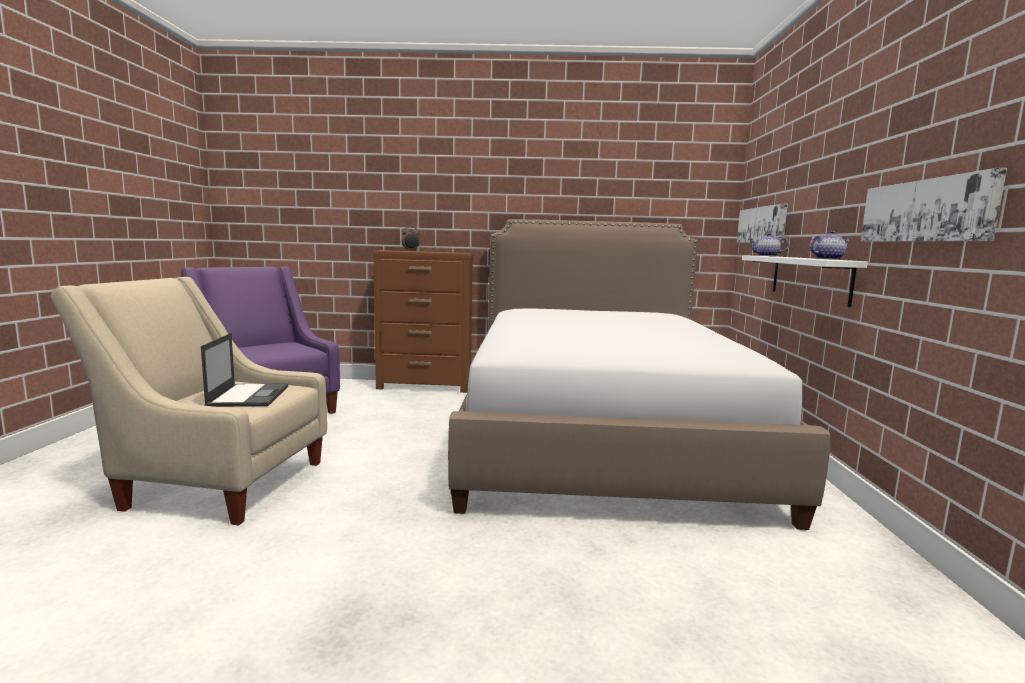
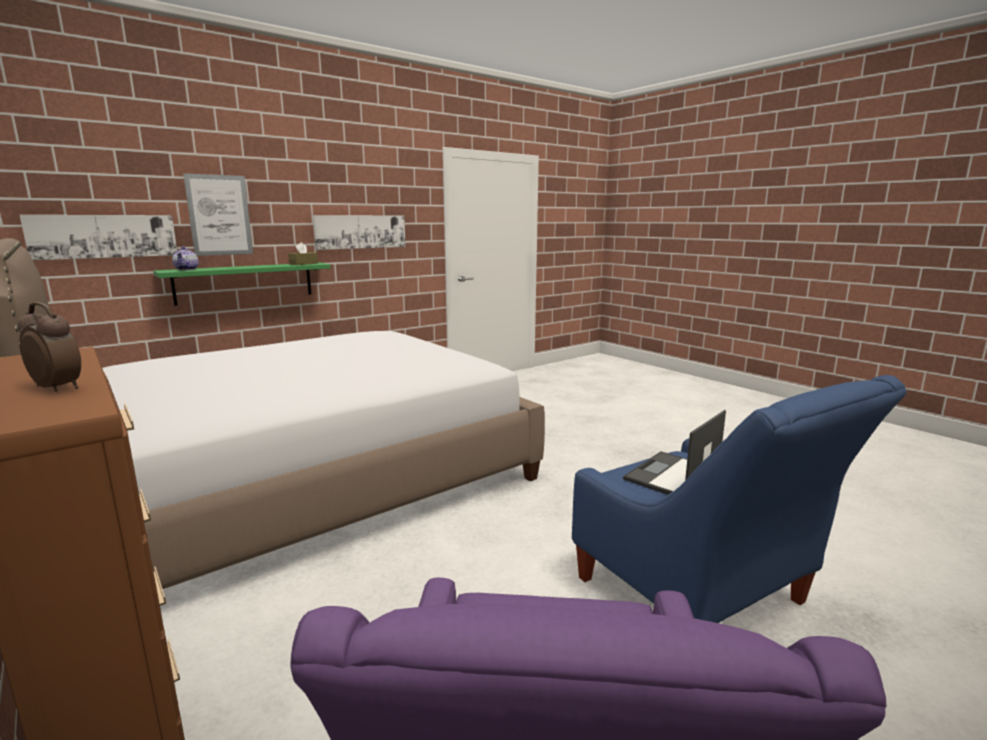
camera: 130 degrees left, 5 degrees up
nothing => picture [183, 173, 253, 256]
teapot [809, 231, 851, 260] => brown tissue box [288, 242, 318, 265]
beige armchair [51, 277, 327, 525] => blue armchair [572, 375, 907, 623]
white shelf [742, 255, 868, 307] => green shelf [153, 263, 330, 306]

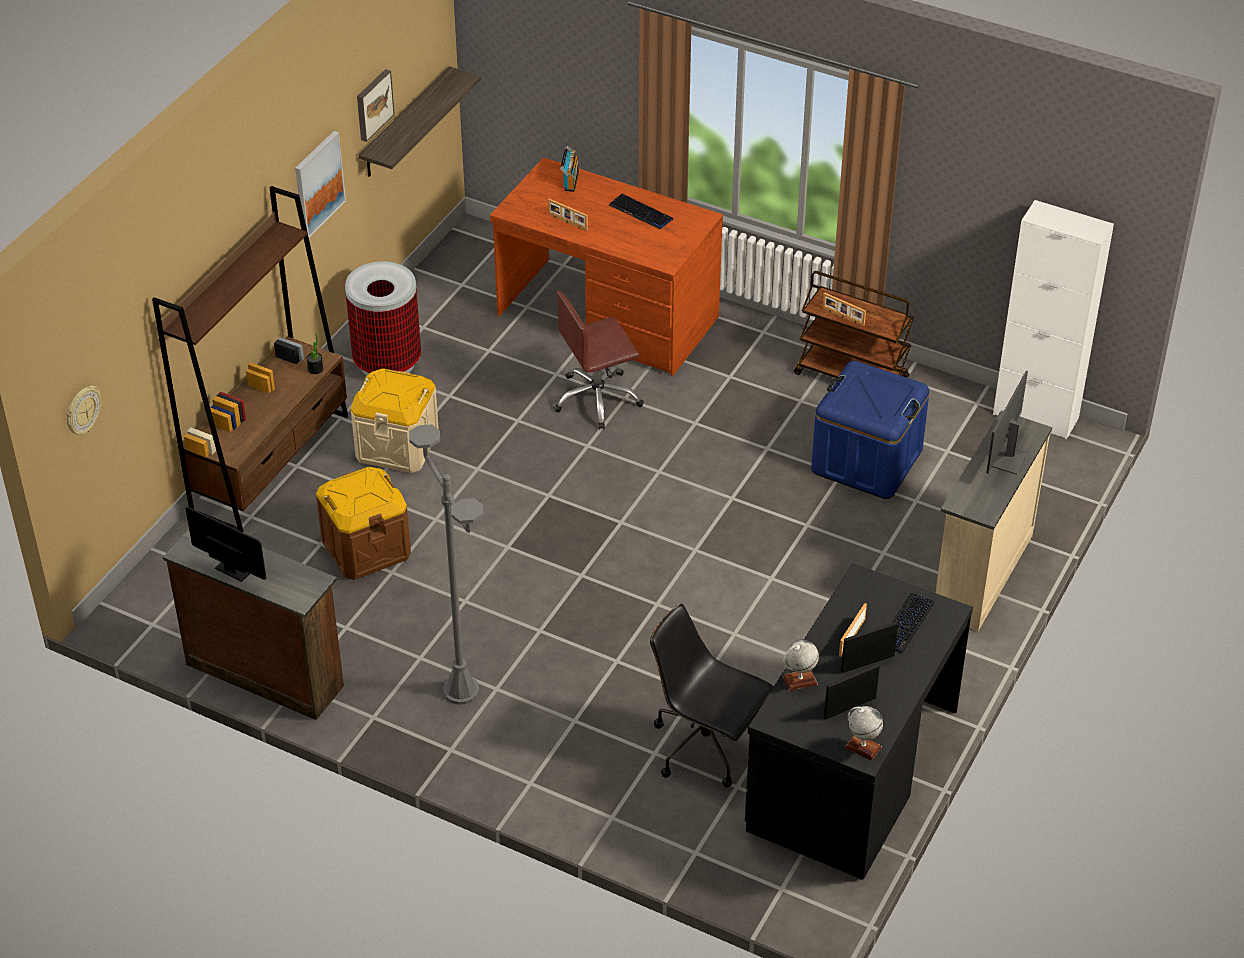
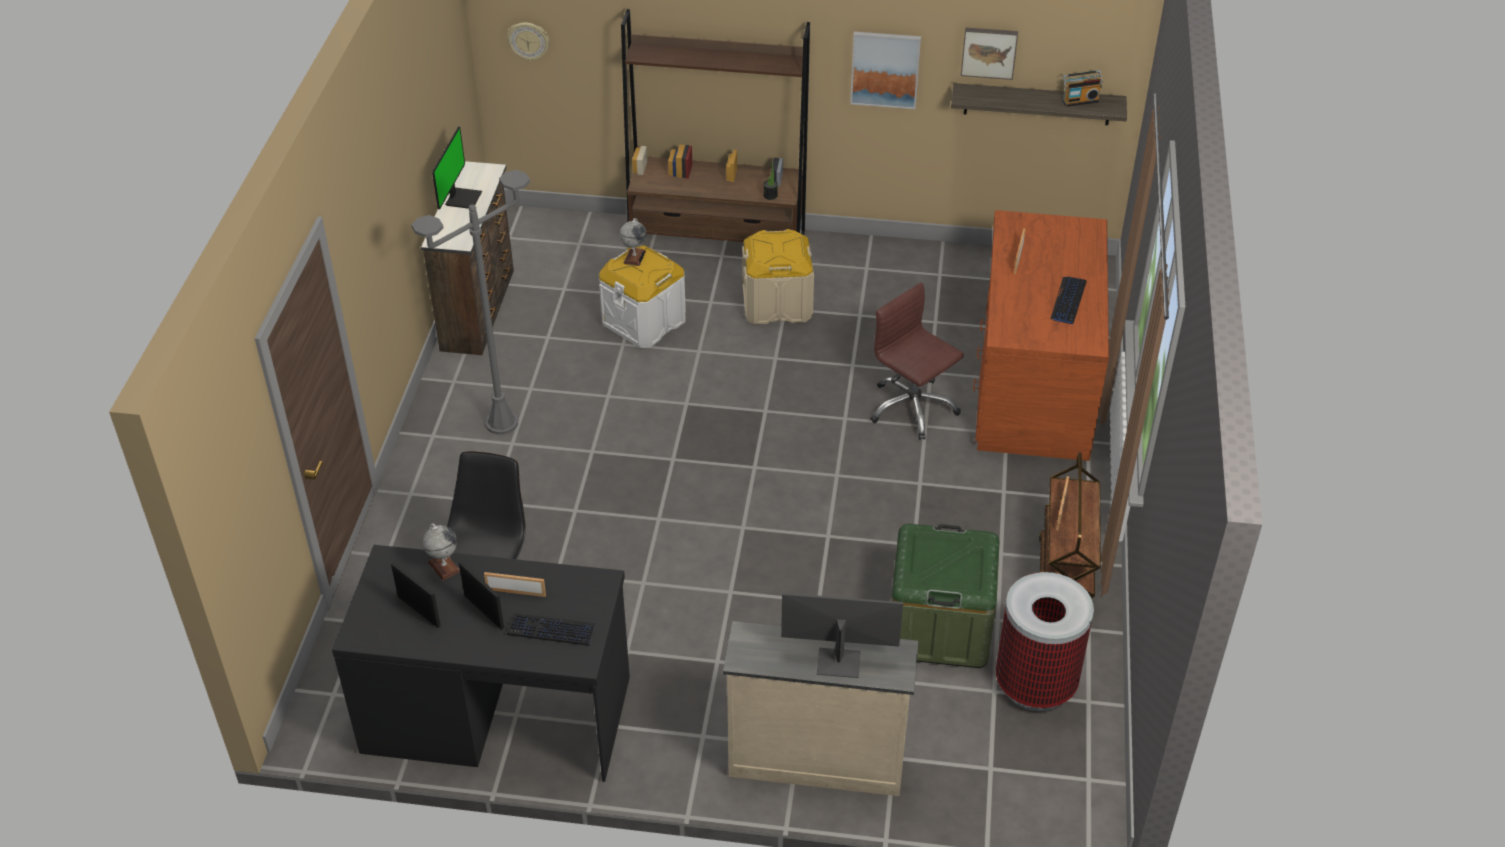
camera: 70 degrees right, 0 degrees up
white cabinet [993, 200, 1114, 439] => nothing
trash can [345, 261, 421, 375] => trash can [996, 572, 1094, 711], move
radio [560, 146, 579, 192] => radio [1063, 70, 1103, 107], move
globe [845, 706, 883, 761] => globe [620, 218, 647, 266], move
brown storage box [316, 467, 411, 580] => white storage box [599, 246, 686, 348]
blue storage box [811, 361, 929, 499] => green storage box [891, 524, 999, 668]

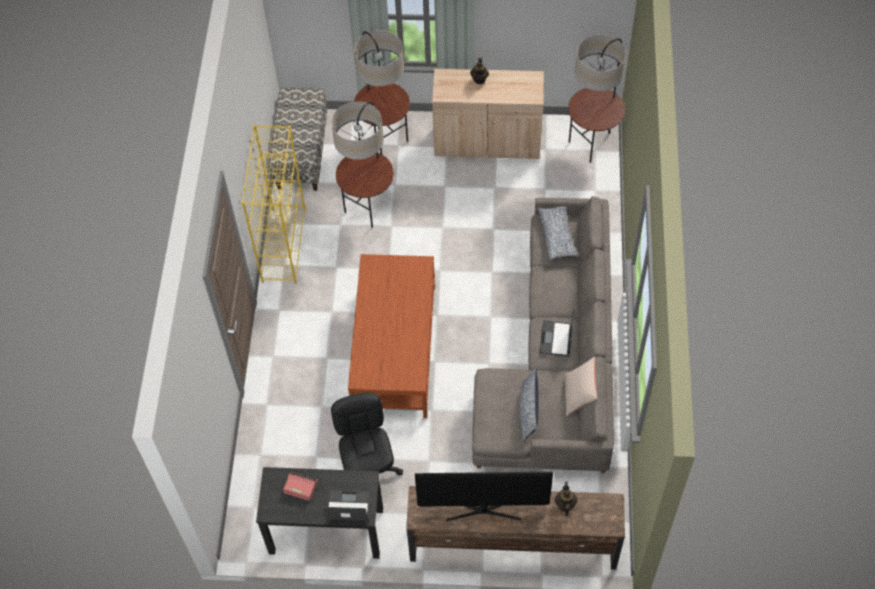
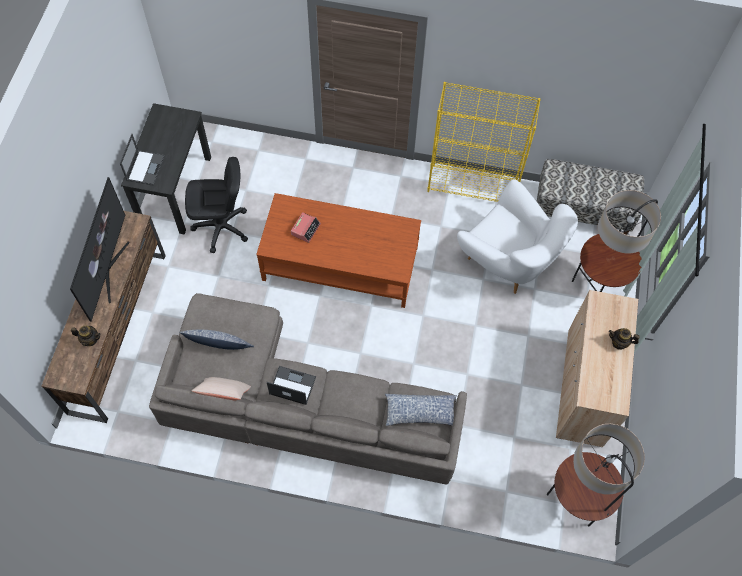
camera: 95 degrees right, 5 degrees up
alarm clock [283, 472, 318, 501] => alarm clock [291, 212, 321, 243], move
floor lamp [332, 101, 394, 228] => white armchair [457, 179, 578, 294]

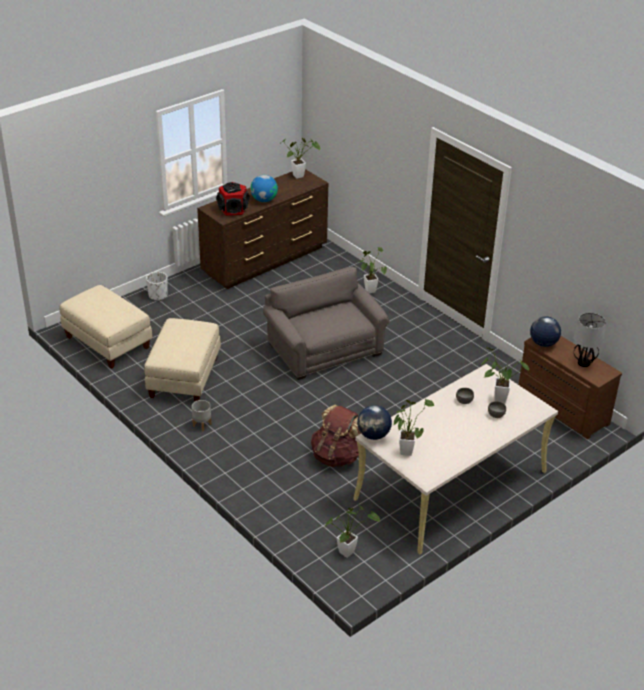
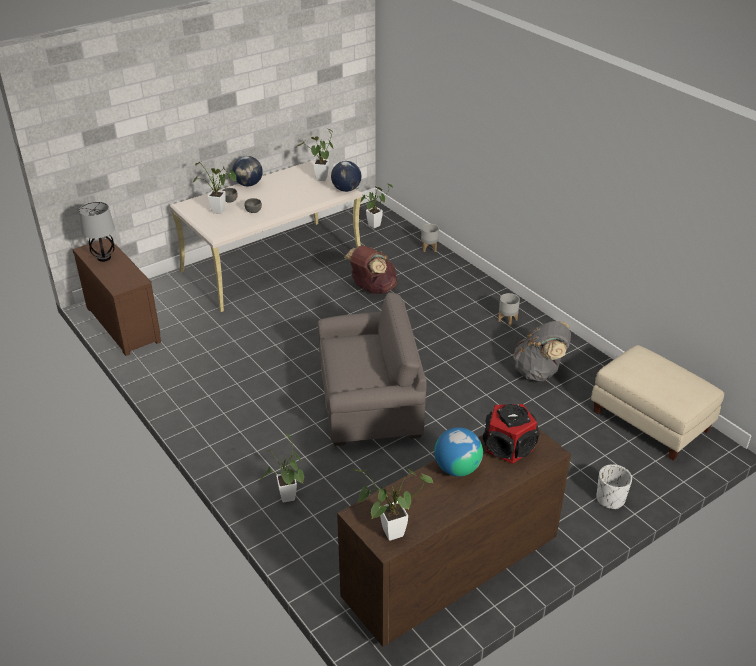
camera: 175 degrees left, 0 degrees up
nothing => grey planter [421, 224, 439, 252]
globe [530, 316, 561, 347] => globe [232, 156, 263, 186], move
beige ottoman [144, 318, 221, 401] => grey backpack [514, 321, 571, 381]
grey armchair [263, 267, 389, 380] => grey armchair [318, 292, 427, 446], 75 degrees counterclockwise

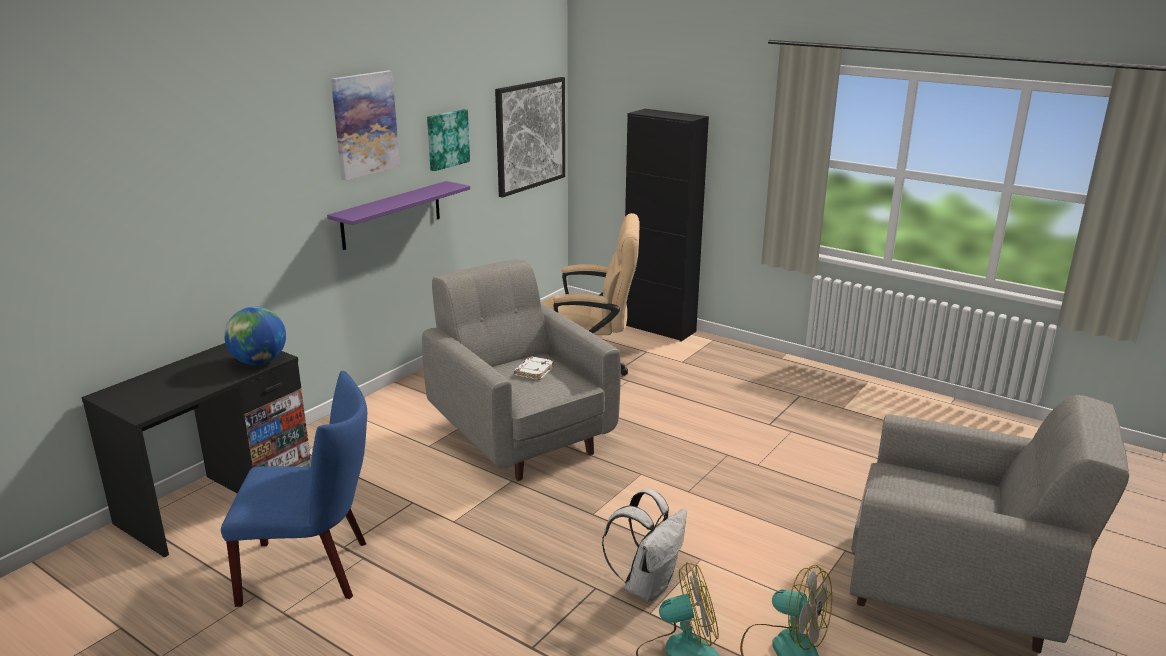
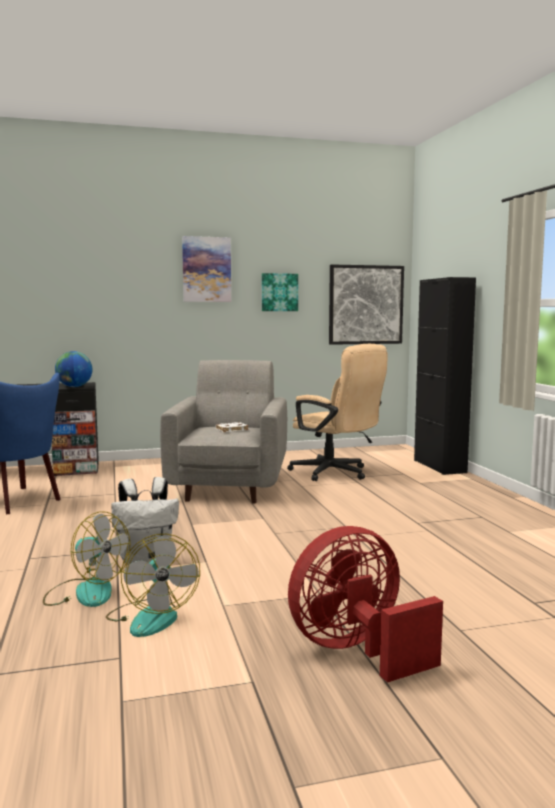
camera: 40 degrees right, 15 degrees down
purple shelf [327, 181, 470, 250] => nothing
grey armchair [850, 395, 1129, 653] => red fan [288, 526, 443, 683]

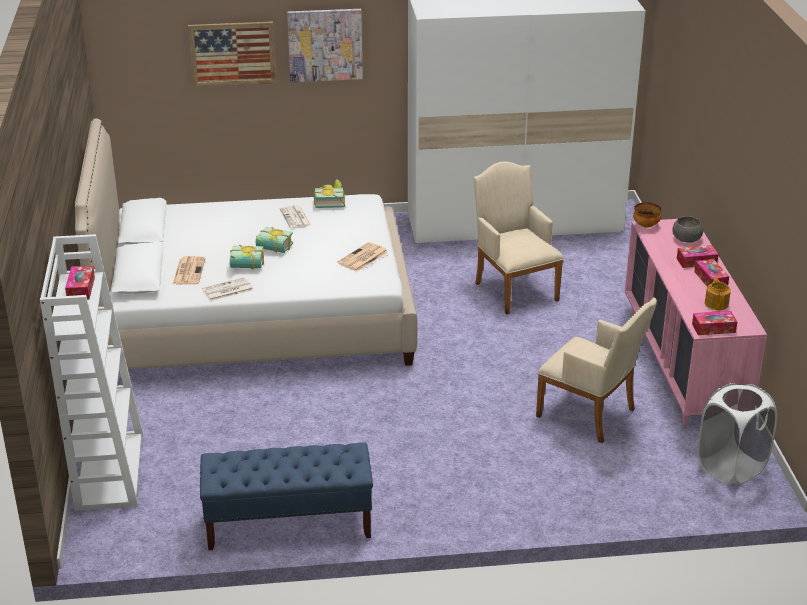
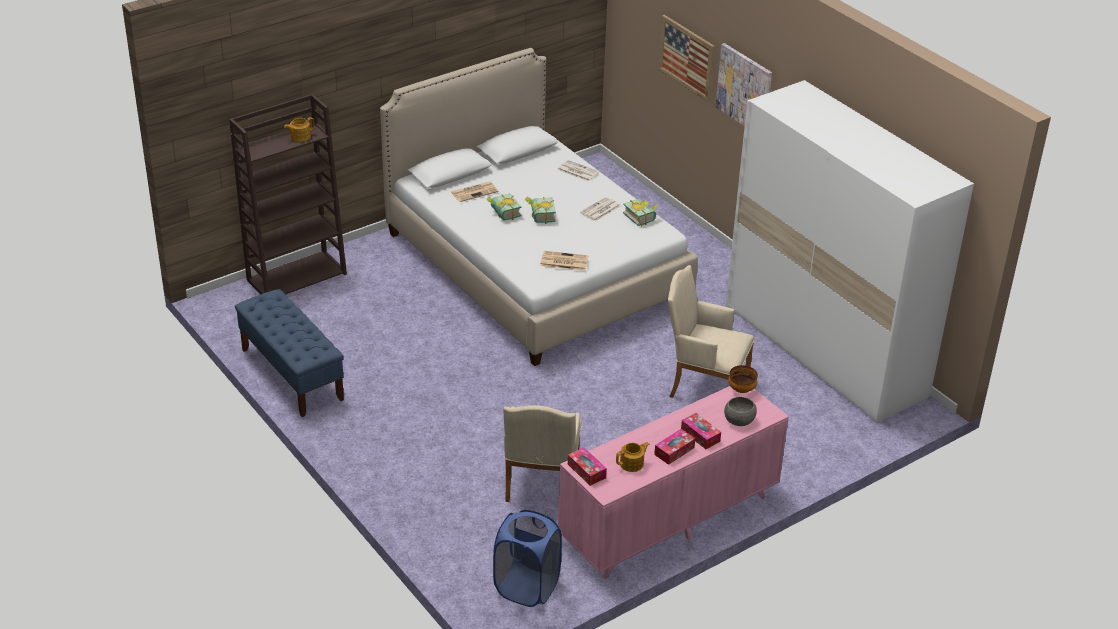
camera: 60 degrees right, 5 degrees up
newspaper [202, 277, 254, 301] => newspaper [557, 160, 599, 182], move
tissue box [65, 266, 95, 300] => teapot [284, 117, 314, 142]
white bookcase [40, 234, 144, 511] => brown bookcase [229, 94, 347, 295]
white laundry basket [697, 383, 777, 485] => blue laundry basket [493, 510, 562, 607]
beige armchair [474, 161, 564, 315] => beige armchair [668, 265, 755, 398], 105 degrees counterclockwise

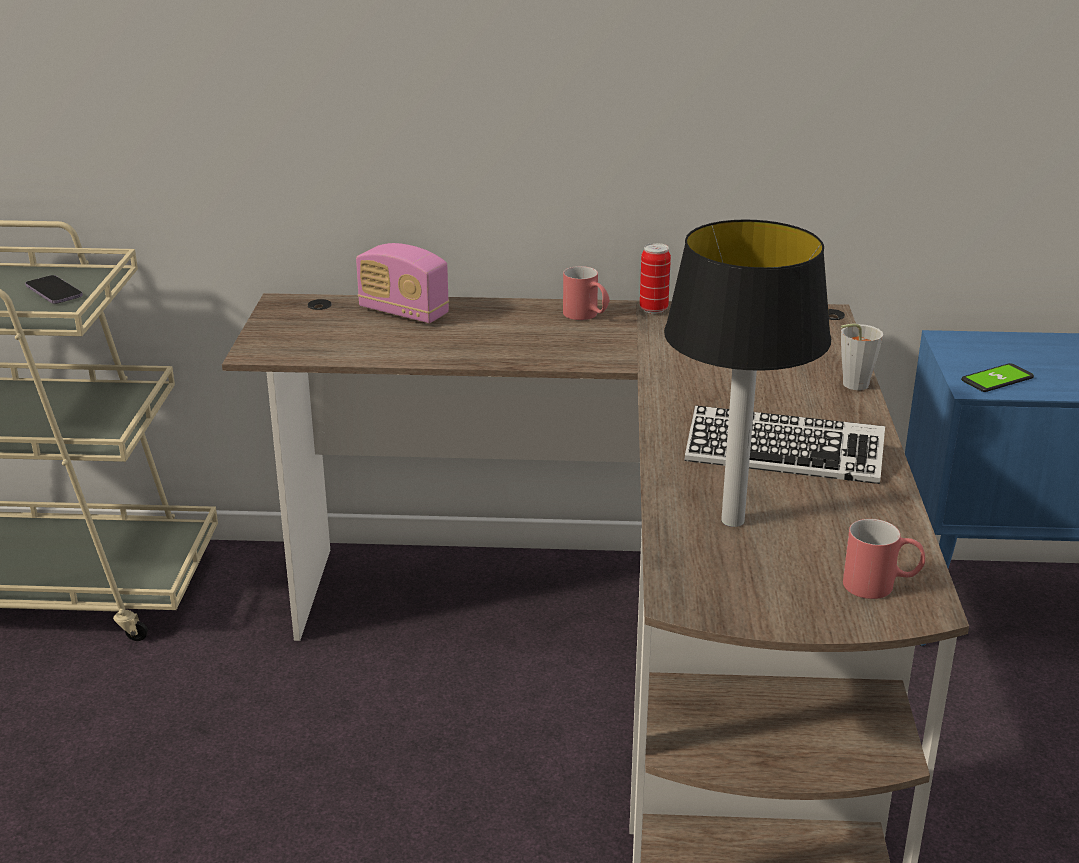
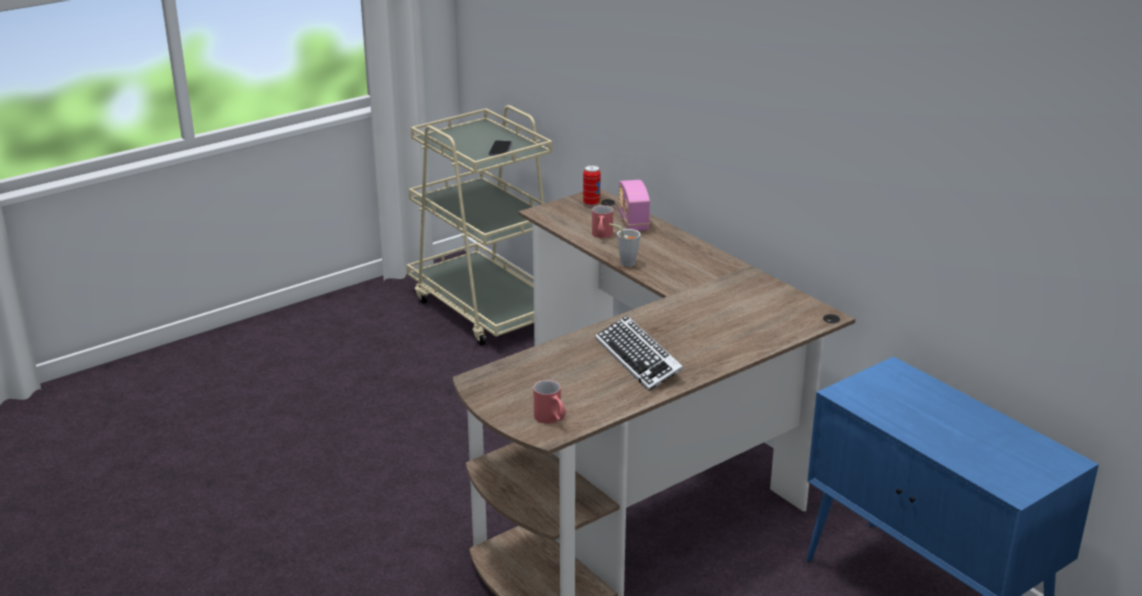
camera: 50 degrees right, 0 degrees up
table lamp [664, 220, 831, 527] => nothing
phone [961, 363, 1034, 392] => nothing
red mug [563, 266, 610, 320] => red mug [592, 205, 613, 238], move
can [640, 243, 671, 314] => can [583, 165, 600, 206], move
grey cup [840, 324, 883, 390] => grey cup [609, 223, 641, 267], move

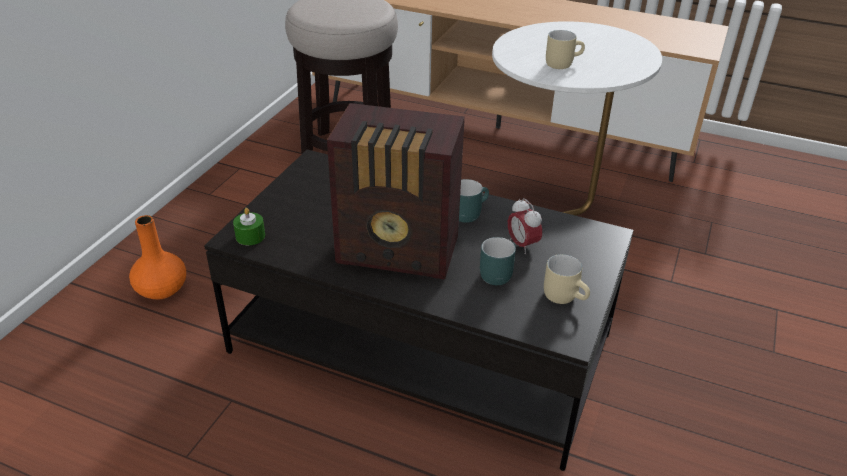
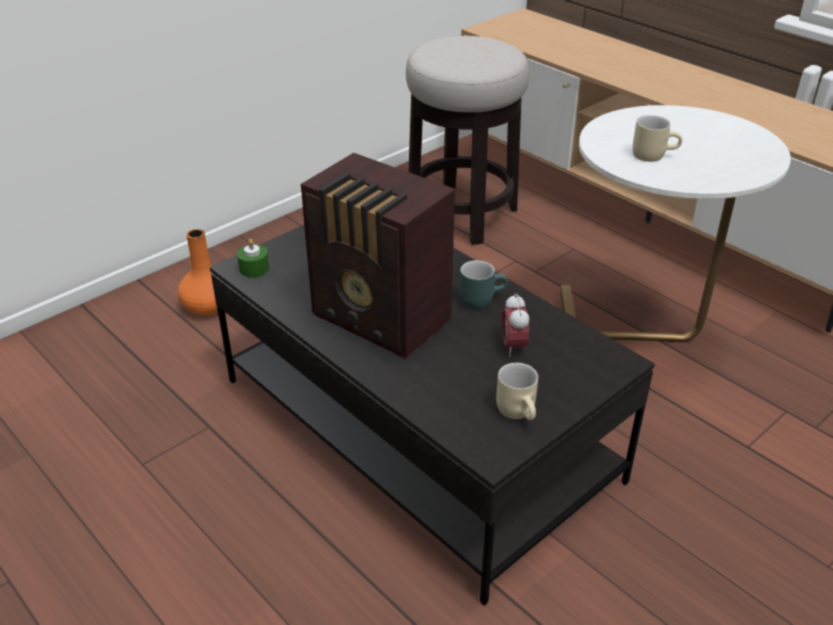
camera: 25 degrees right, 0 degrees up
turquoise mug [480, 237, 516, 285] => nothing

